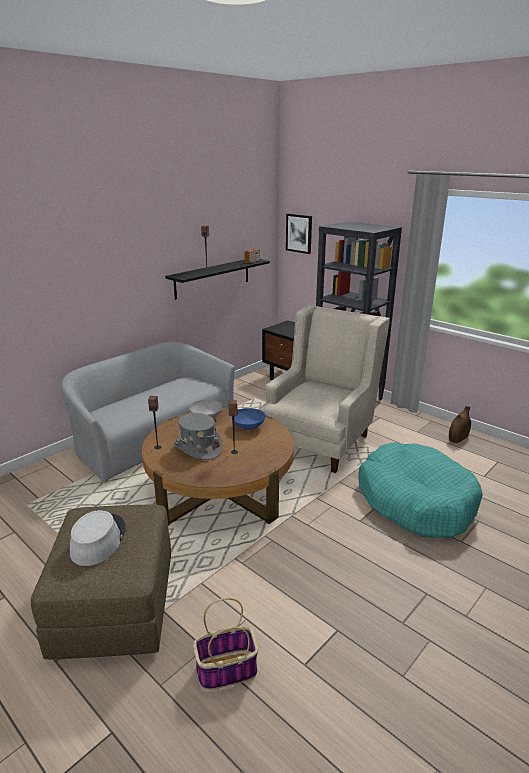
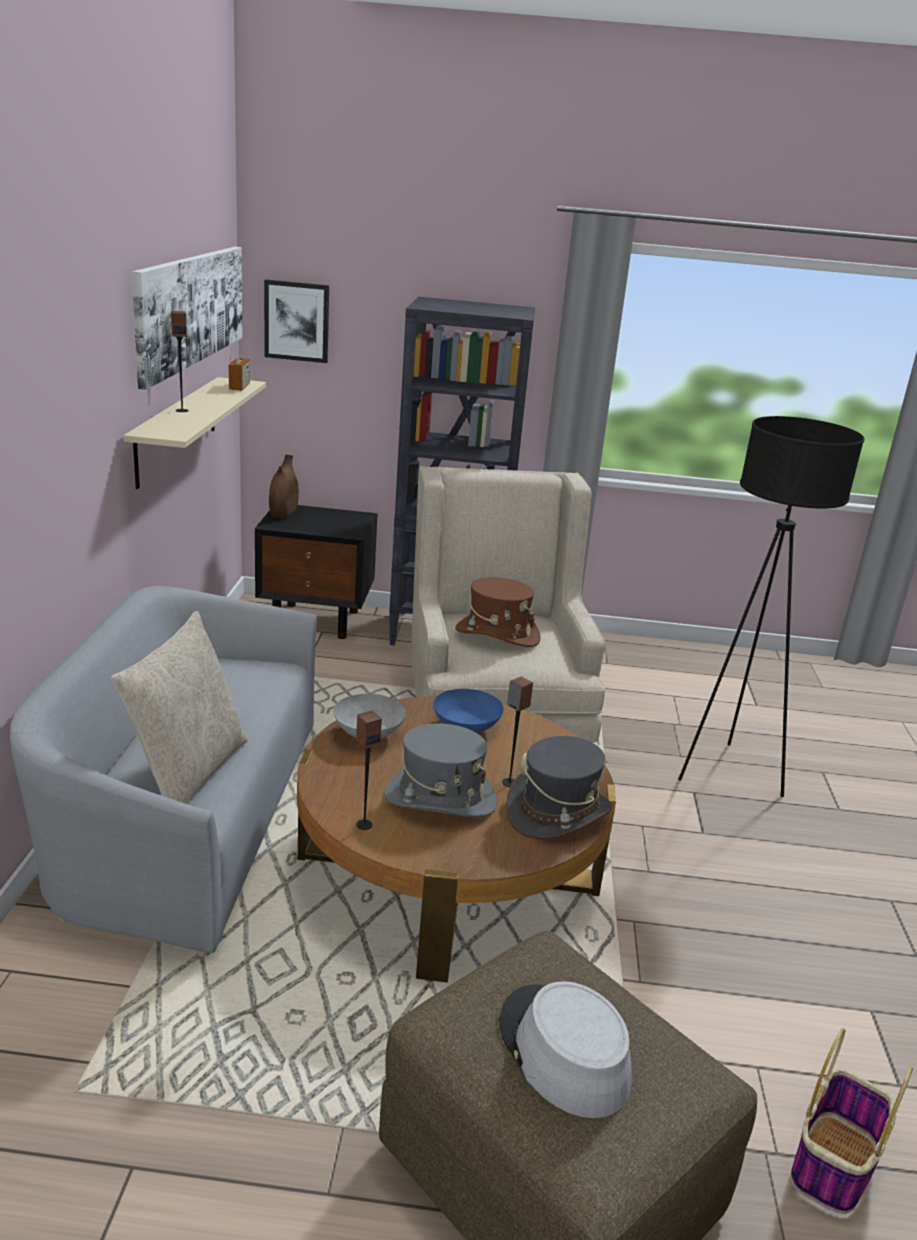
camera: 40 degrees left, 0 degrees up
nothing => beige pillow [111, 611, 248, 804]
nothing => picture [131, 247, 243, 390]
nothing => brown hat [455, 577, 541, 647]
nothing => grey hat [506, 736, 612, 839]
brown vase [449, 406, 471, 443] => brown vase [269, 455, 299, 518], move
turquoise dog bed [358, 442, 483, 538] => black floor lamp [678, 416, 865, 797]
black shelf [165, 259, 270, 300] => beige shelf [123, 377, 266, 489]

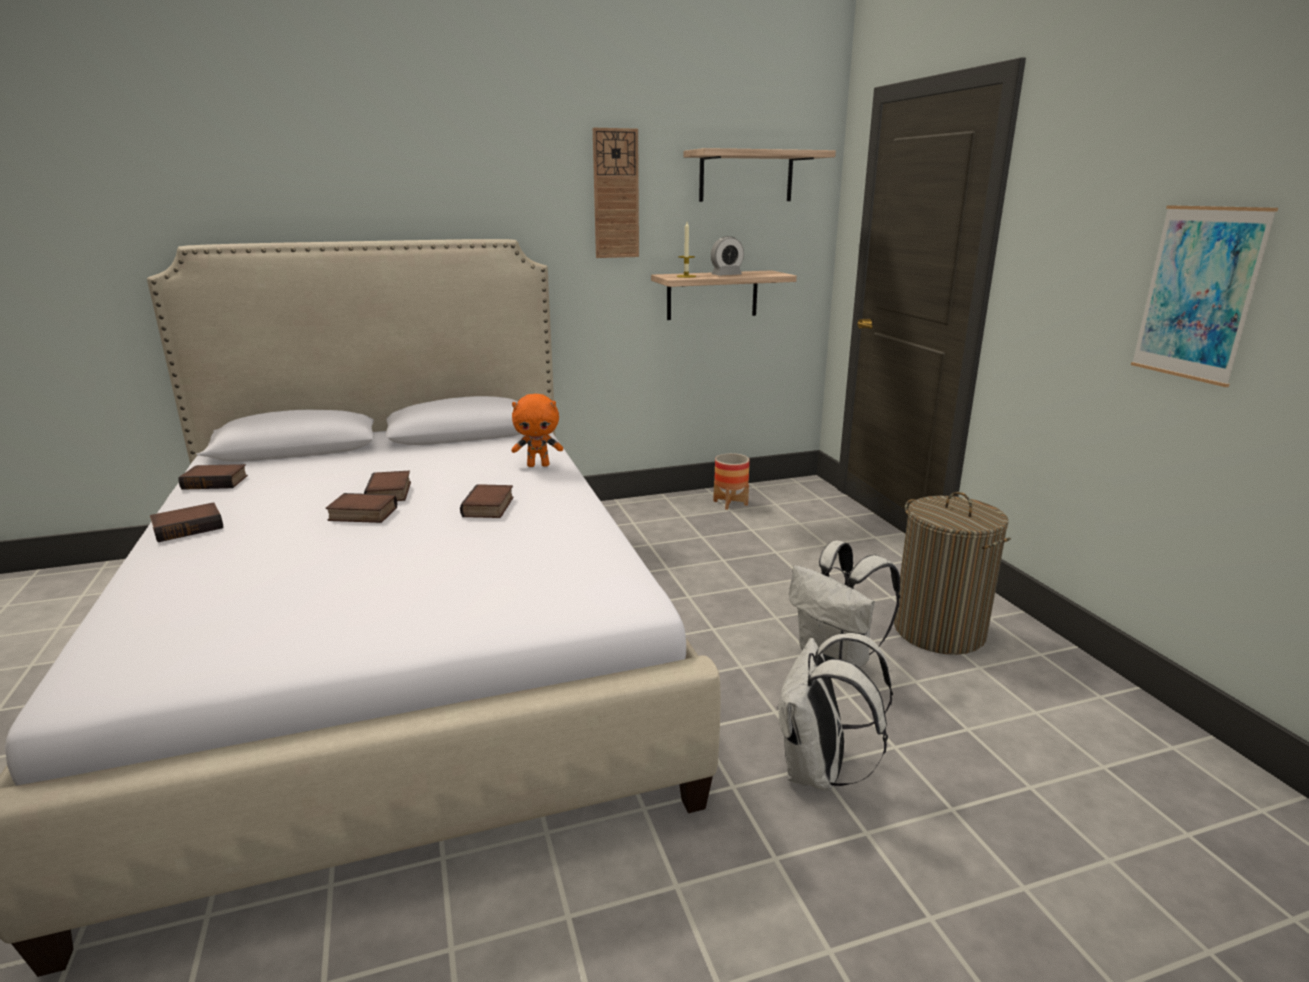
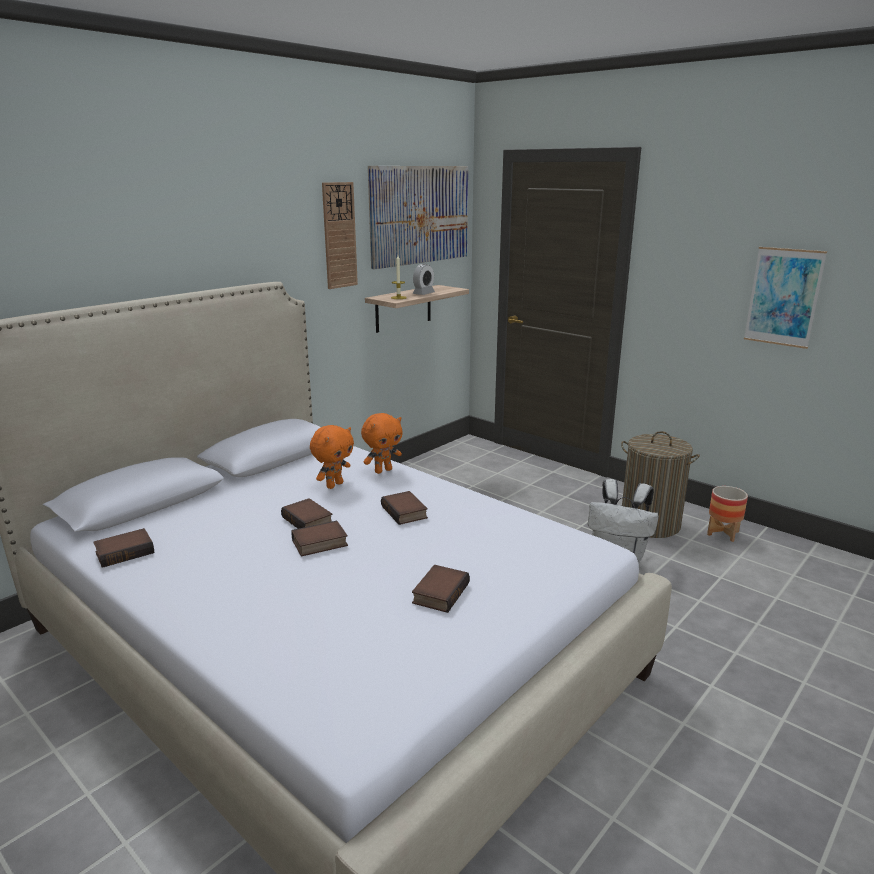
camera: 30 degrees left, 0 degrees up
white backpack [777, 633, 893, 791] => nothing
nothing => orange plush toy [310, 425, 354, 489]
book [150, 502, 224, 542] => book [412, 565, 470, 613], move
planter [713, 453, 750, 510] => planter [707, 486, 748, 542], move
shelf [683, 148, 836, 202] => picture [368, 166, 468, 269]

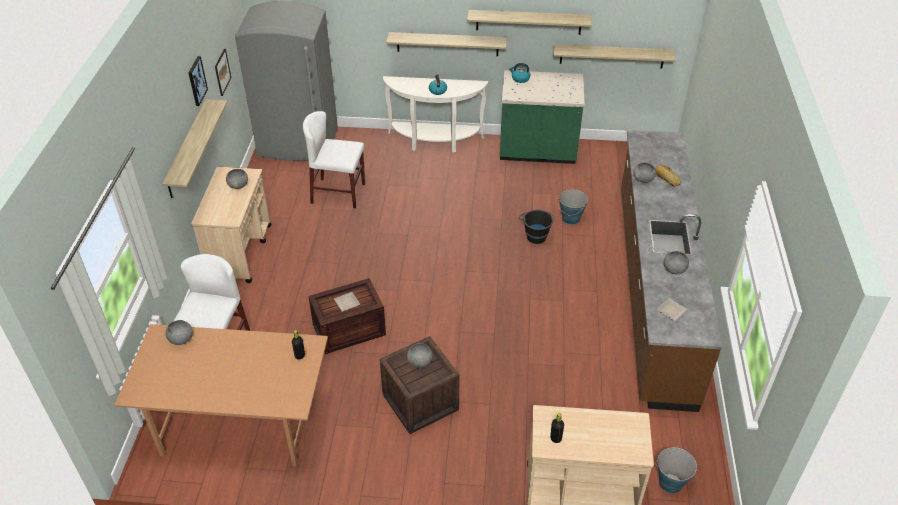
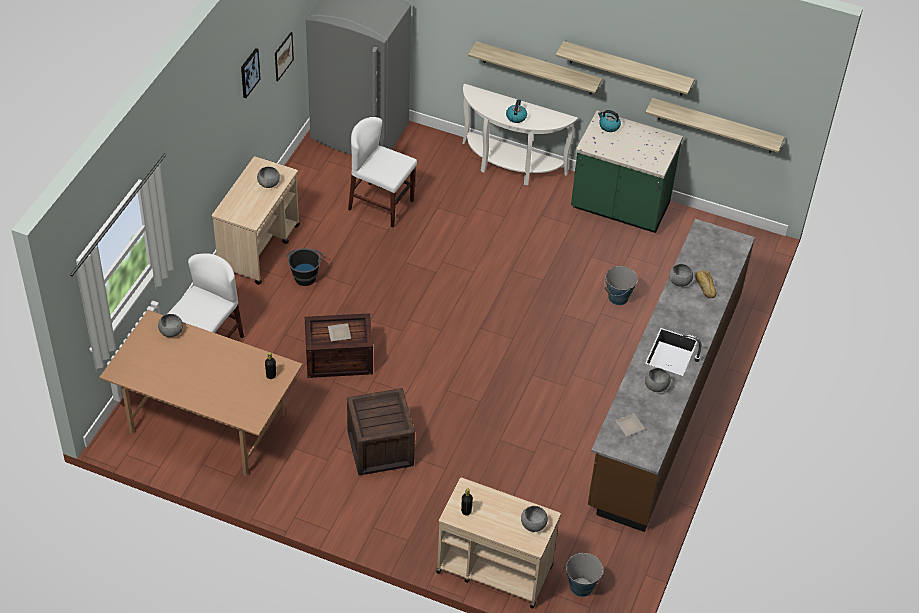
camera: 15 degrees right, 5 degrees up
shelf [162, 99, 228, 198] => nothing
grey bowl [407, 343, 433, 368] => grey bowl [521, 506, 548, 532], move
black bucket [519, 210, 553, 244] => black bucket [287, 249, 324, 286], move

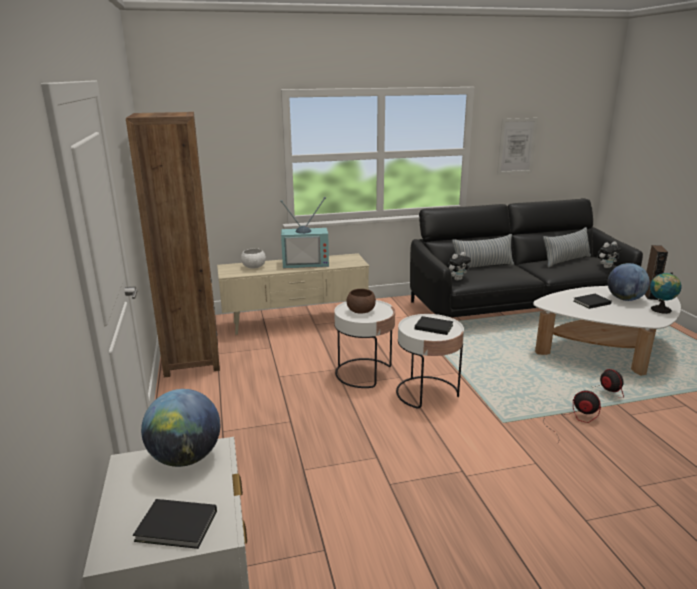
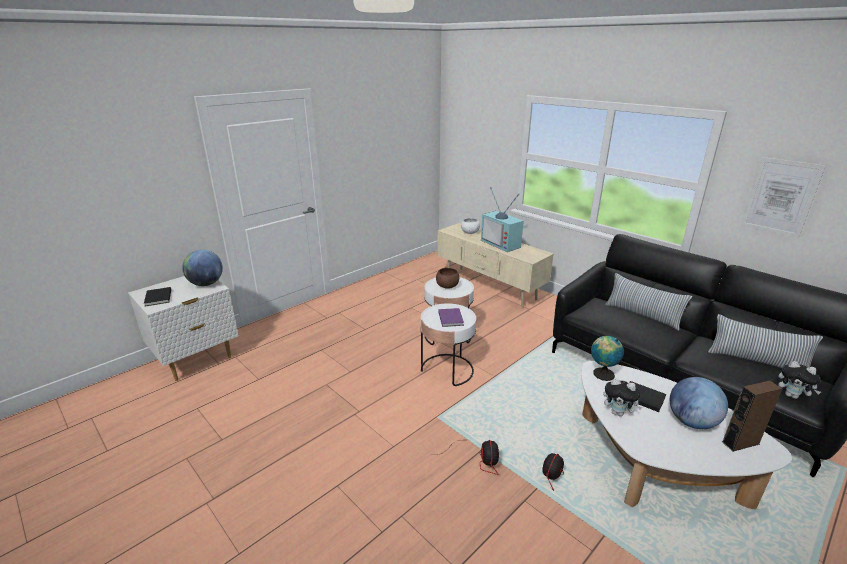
camera: 60 degrees right, 5 degrees up
brown bookcase [126, 112, 220, 378] => nothing
plush toy [447, 252, 471, 281] => plush toy [603, 378, 643, 416], move
globe [650, 272, 681, 314] => globe [591, 336, 624, 381], move
black book [415, 316, 454, 335] => purple book [438, 308, 464, 327]

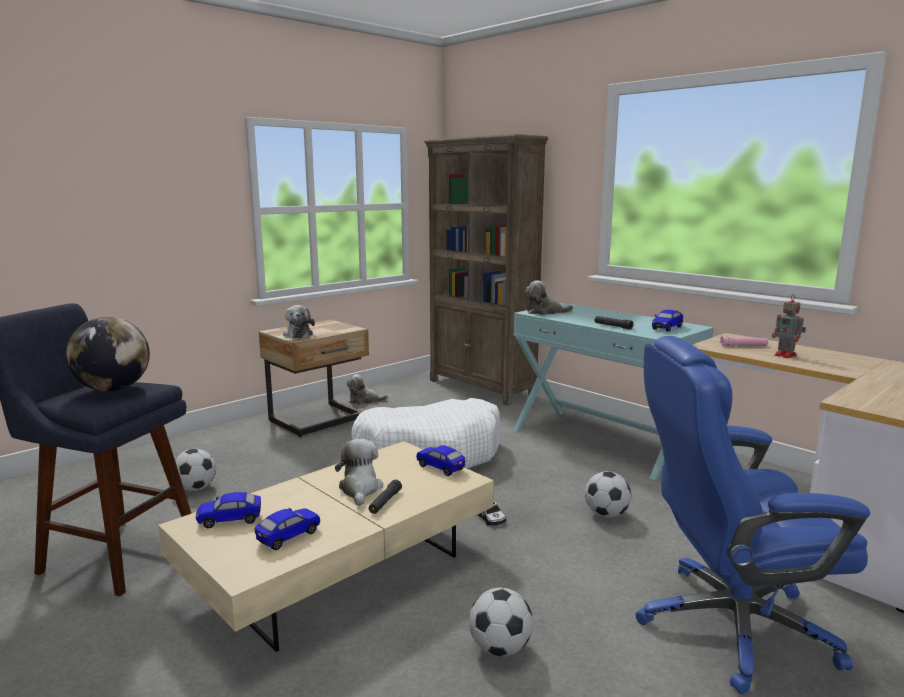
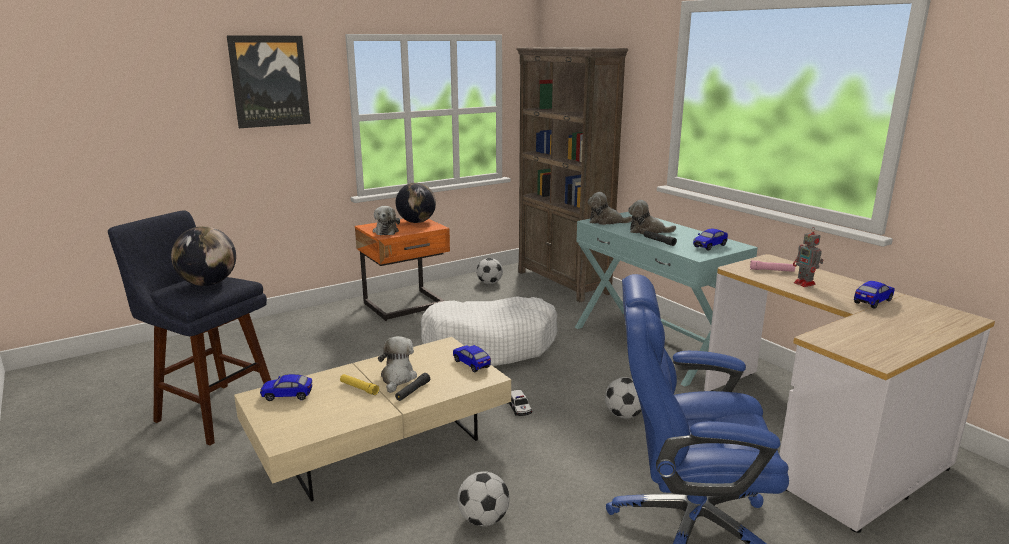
camera: 10 degrees right, 5 degrees up
nothing => picture [227, 35, 311, 128]
nothing => yellow flashlight [340, 374, 379, 395]
nothing => globe [396, 183, 436, 223]
football [175, 449, 216, 491] => football [476, 258, 503, 284], move
toy car [255, 508, 320, 550] => toy car [854, 281, 895, 309], move
plush toy [347, 374, 388, 404] => plush toy [628, 200, 676, 234], move
beige nightstand [259, 319, 369, 437] => orange nightstand [355, 219, 450, 321]

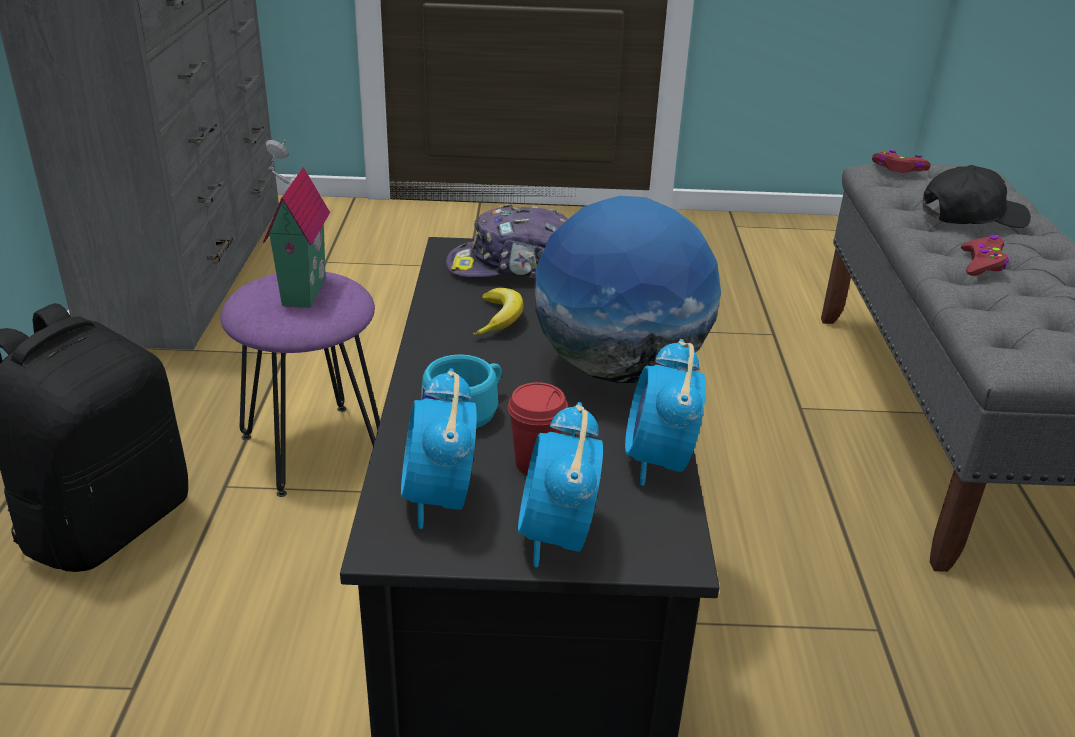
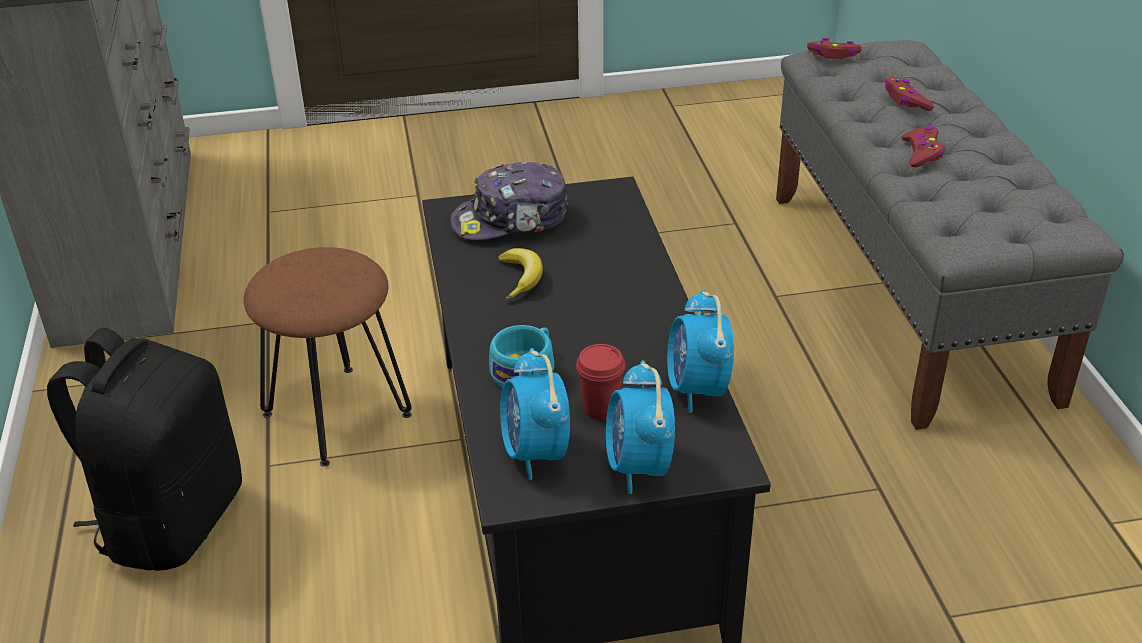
camera: 10 degrees left, 5 degrees up
toy house [263, 140, 330, 308] => nothing
globe [535, 196, 721, 383] => nothing
black cap [922, 165, 1031, 228] => red game controller [885, 77, 934, 111]
purple stool [220, 272, 380, 497] => brown stool [244, 247, 412, 467]

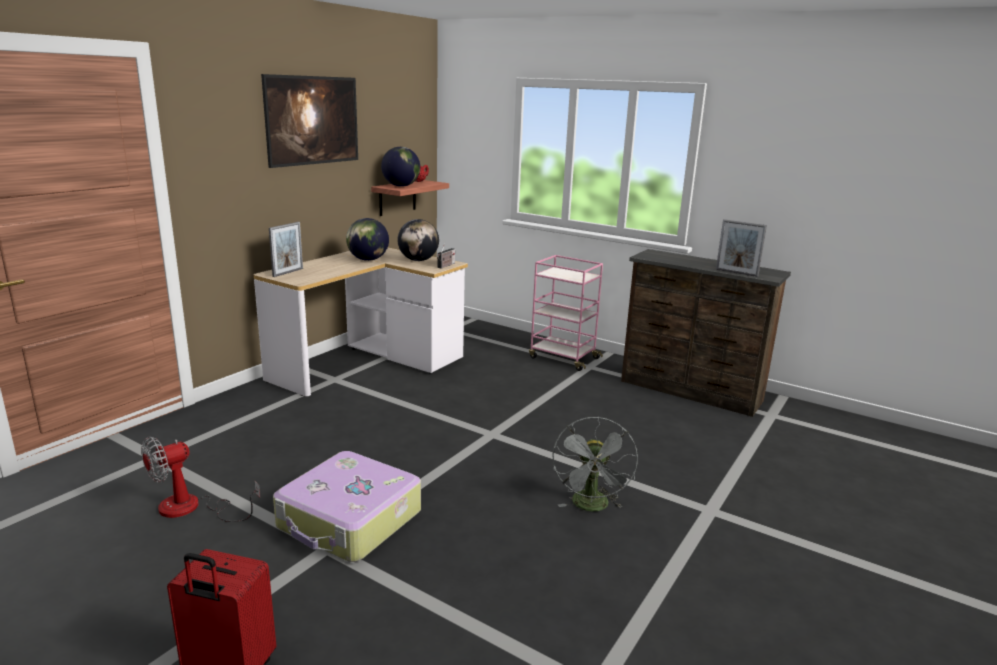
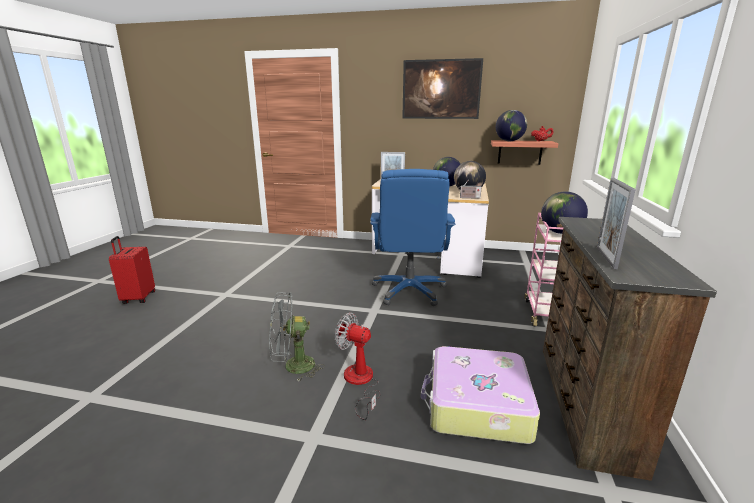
camera: 70 degrees right, 0 degrees up
nothing => blue office chair [370, 169, 455, 306]
nothing => globe [541, 191, 588, 234]
fan [141, 437, 260, 522] => fan [335, 313, 381, 420], move
suitcase [273, 451, 421, 562] => suitcase [421, 346, 540, 444], move

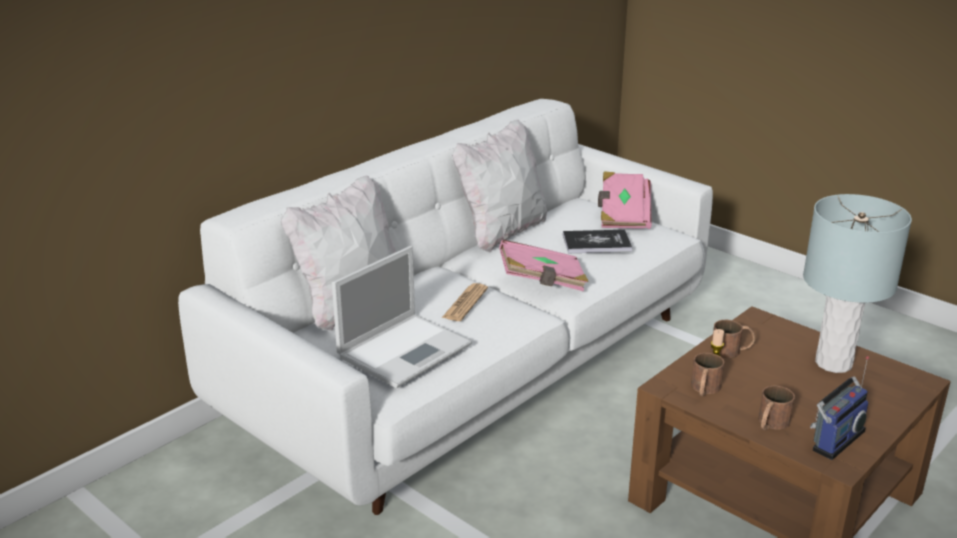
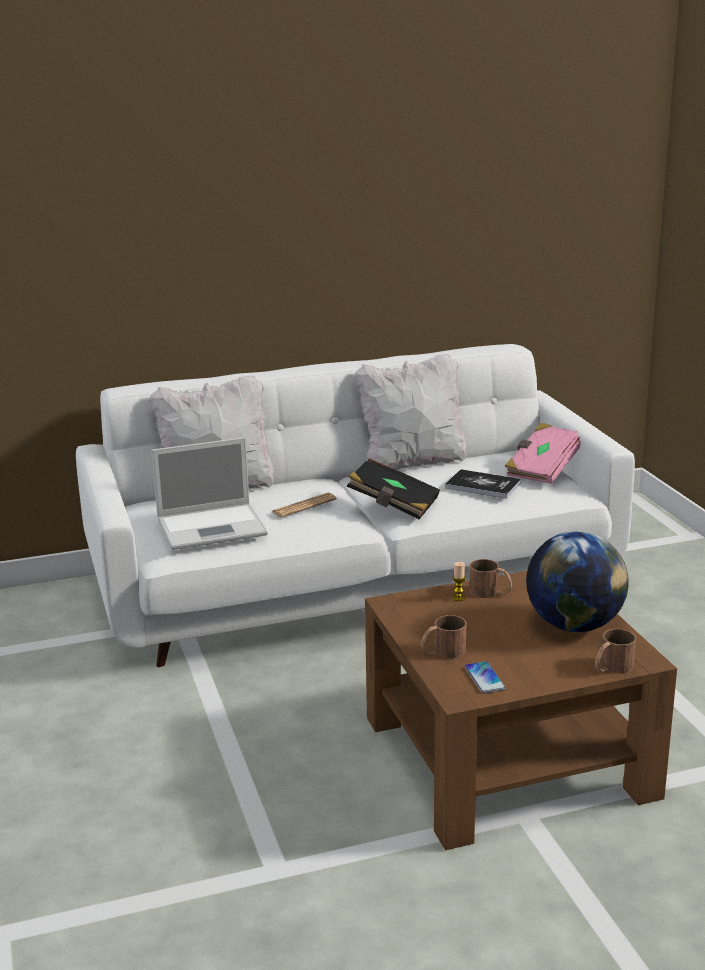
camera: 30 degrees right, 5 degrees down
brown mug [691, 353, 724, 396] => brown mug [595, 629, 636, 674], move
grey table lamp [803, 194, 912, 373] => globe [526, 531, 629, 632]
radio [810, 356, 869, 460] => phone [464, 661, 506, 693]
pink book [499, 239, 589, 291] => black book [347, 458, 440, 519]

